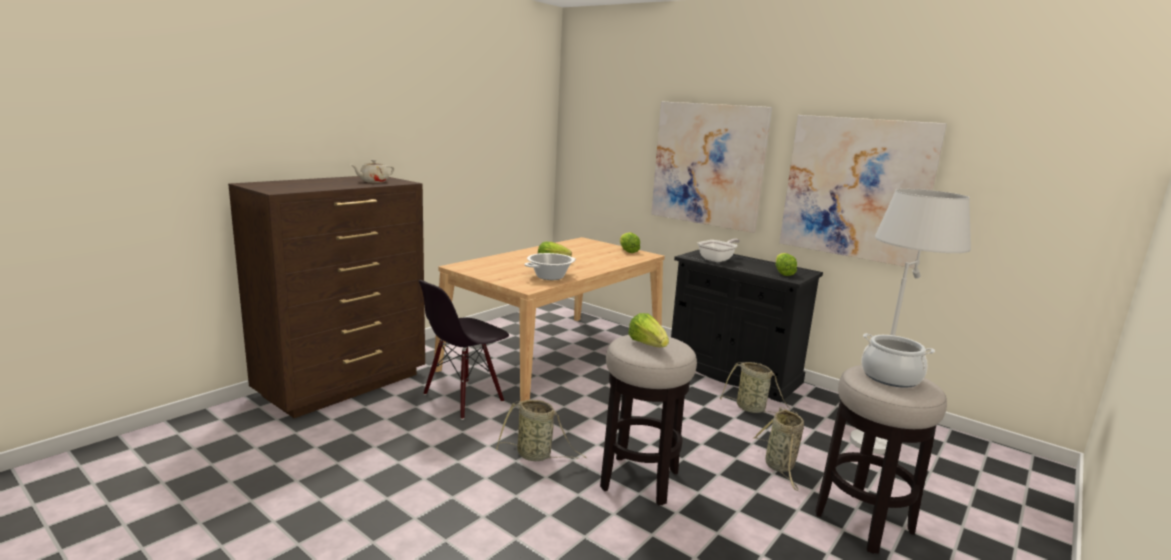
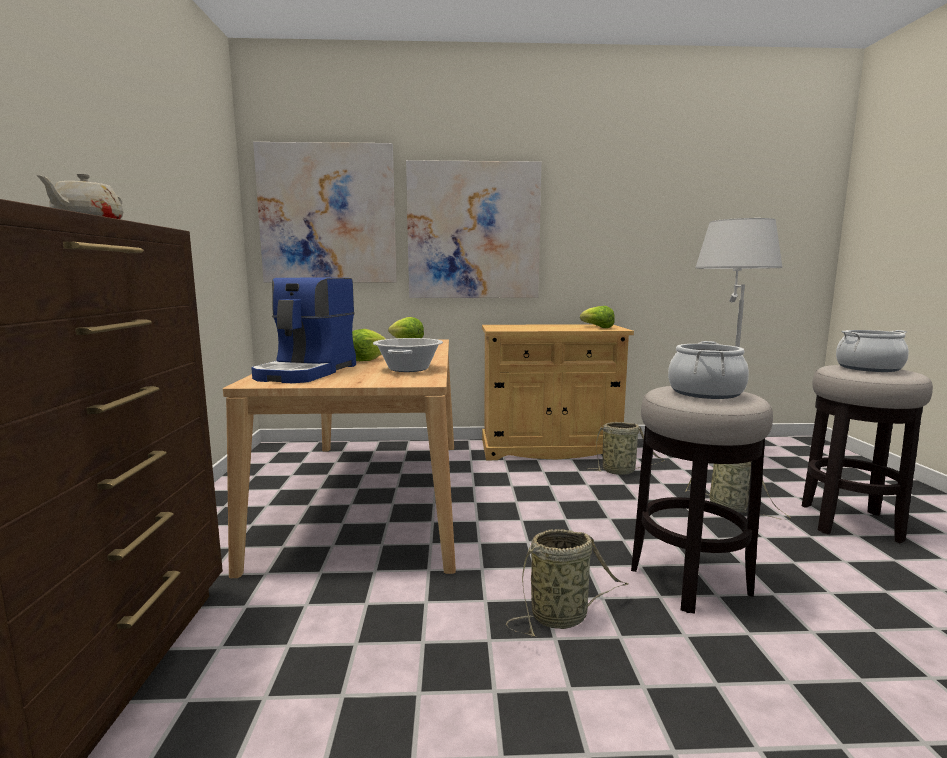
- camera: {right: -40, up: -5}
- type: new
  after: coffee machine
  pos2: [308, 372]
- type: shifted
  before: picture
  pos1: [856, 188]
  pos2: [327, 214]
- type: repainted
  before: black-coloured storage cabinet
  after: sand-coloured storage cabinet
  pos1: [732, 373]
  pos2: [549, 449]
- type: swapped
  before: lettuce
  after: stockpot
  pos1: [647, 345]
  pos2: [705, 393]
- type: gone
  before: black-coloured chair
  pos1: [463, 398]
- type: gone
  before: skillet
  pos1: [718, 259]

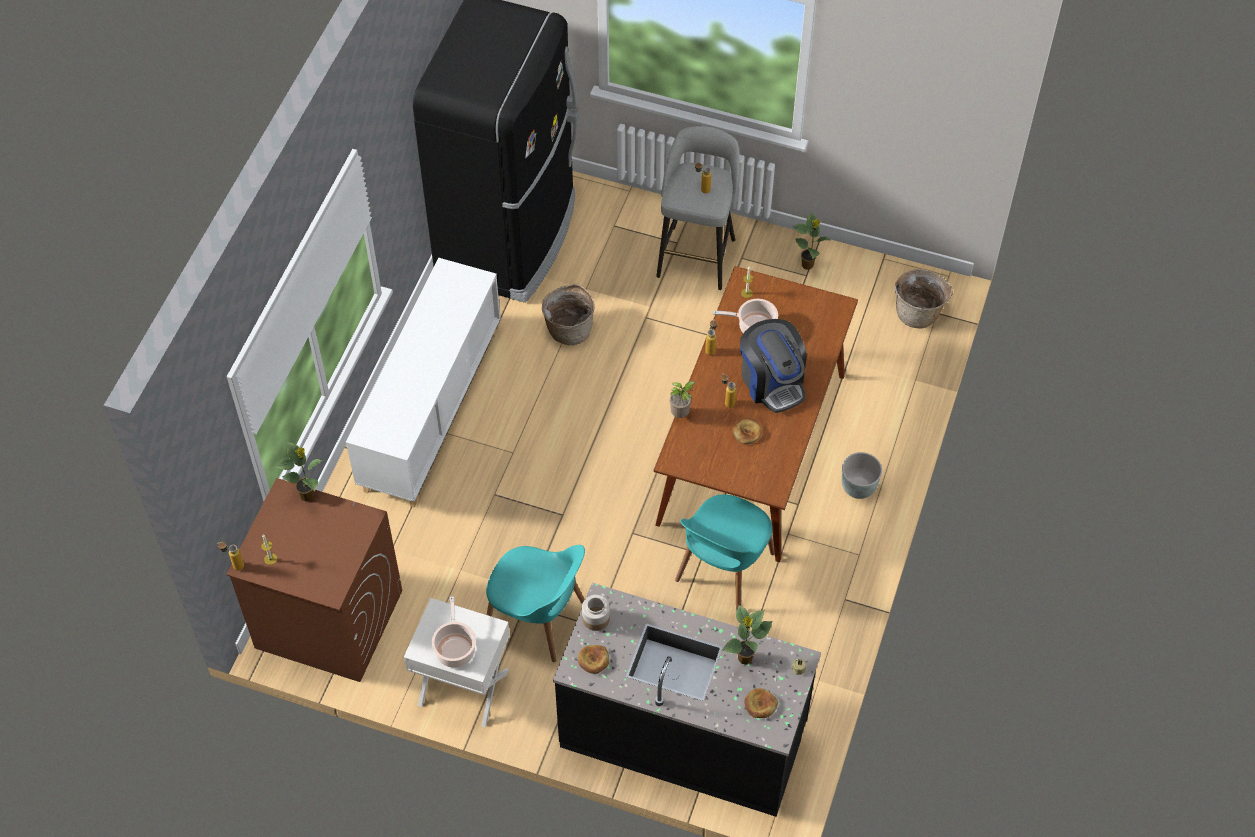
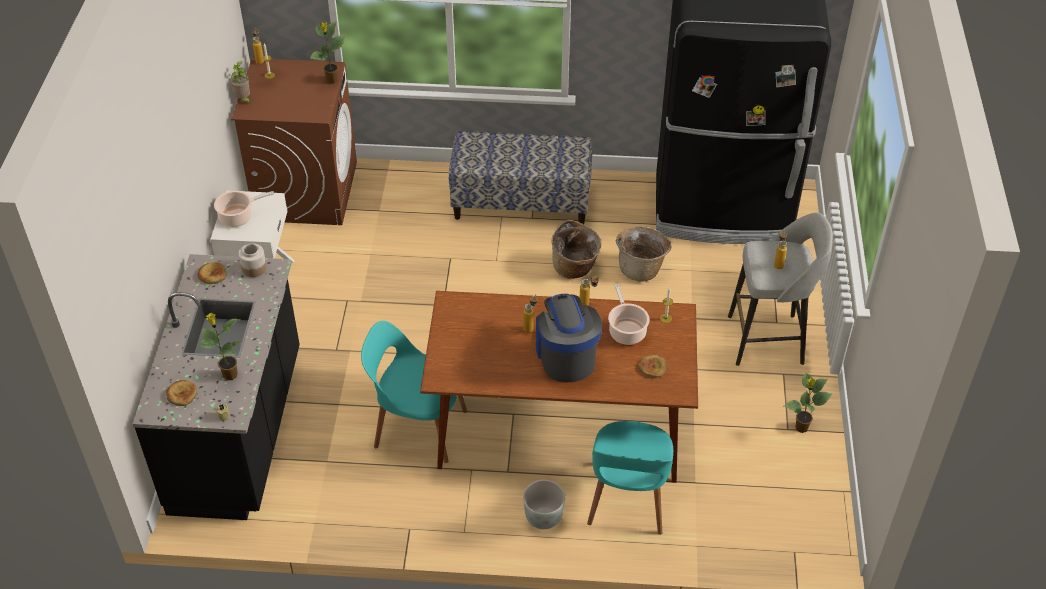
- camera: {right: 75, up: -10}
- type: shifted
  before: potted plant
  pos1: [681, 414]
  pos2: [243, 100]
- type: swapped
  before: whitish storage cabinet
  after: indoor bench
  pos1: [431, 409]
  pos2: [521, 203]
- type: rotated
  before: coffee machine
  pos1: [772, 381]
  pos2: [566, 356]
  turn: 120
- type: shifted
  before: household basket
  pos1: [918, 312]
  pos2: [575, 268]
- type: shifted
  before: blue-green chair
  pos1: [537, 619]
  pos2: [627, 499]
- type: shifted
  before: baked bread
  pos1: [747, 432]
  pos2: [653, 367]

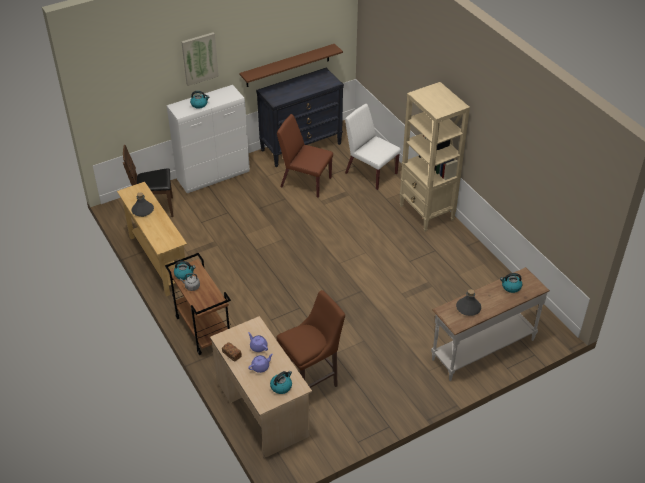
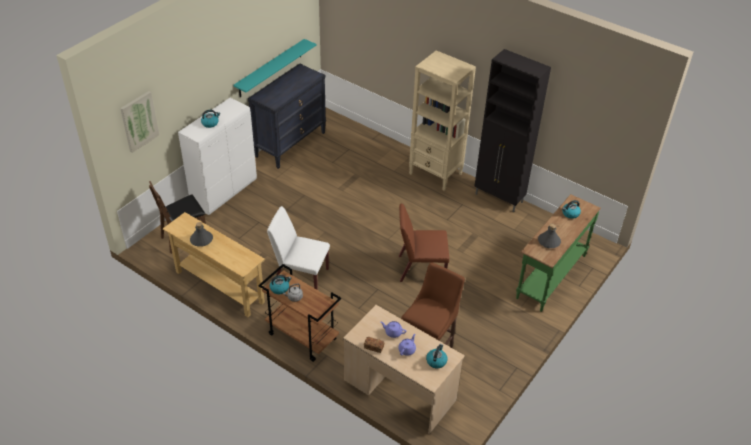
- camera: {right: -25, up: 0}
- type: shifted
  before: picture
  pos1: [199, 58]
  pos2: [139, 121]
- type: repainted
  before: brown bracket shelf
  after: blue-green bracket shelf
  pos1: [288, 65]
  pos2: [270, 68]
- type: shifted
  before: whitish chair
  pos1: [370, 173]
  pos2: [300, 276]
- type: shifted
  before: brown chair
  pos1: [305, 182]
  pos2: [420, 269]
- type: new
  after: black-coloured storage cabinet
  pos2: [499, 198]
- type: repainted
  before: whitish hall table
  after: green-coloured hall table
  pos1: [482, 349]
  pos2: [550, 276]

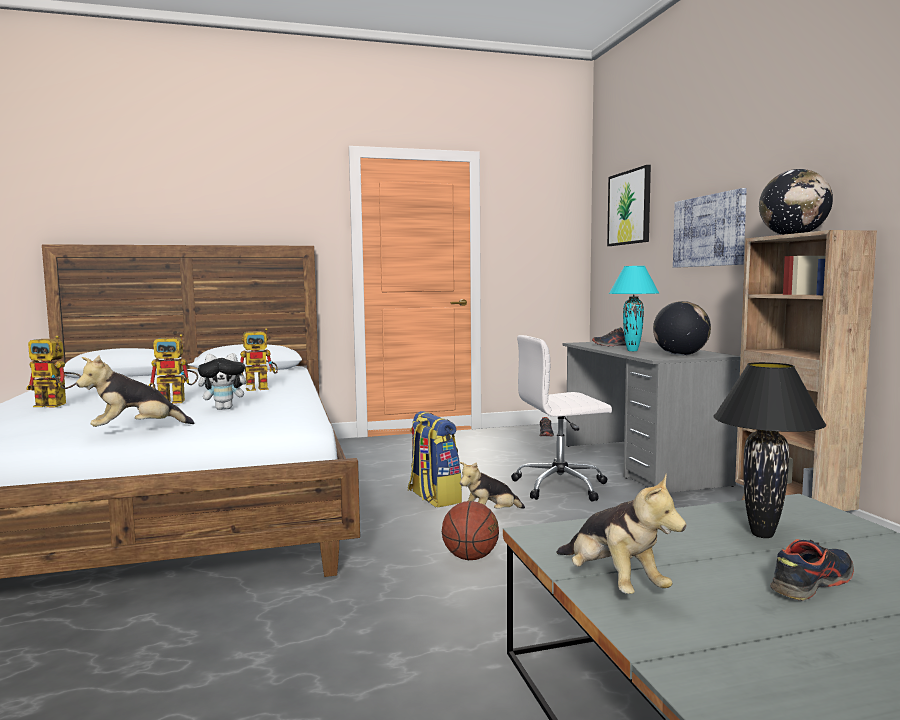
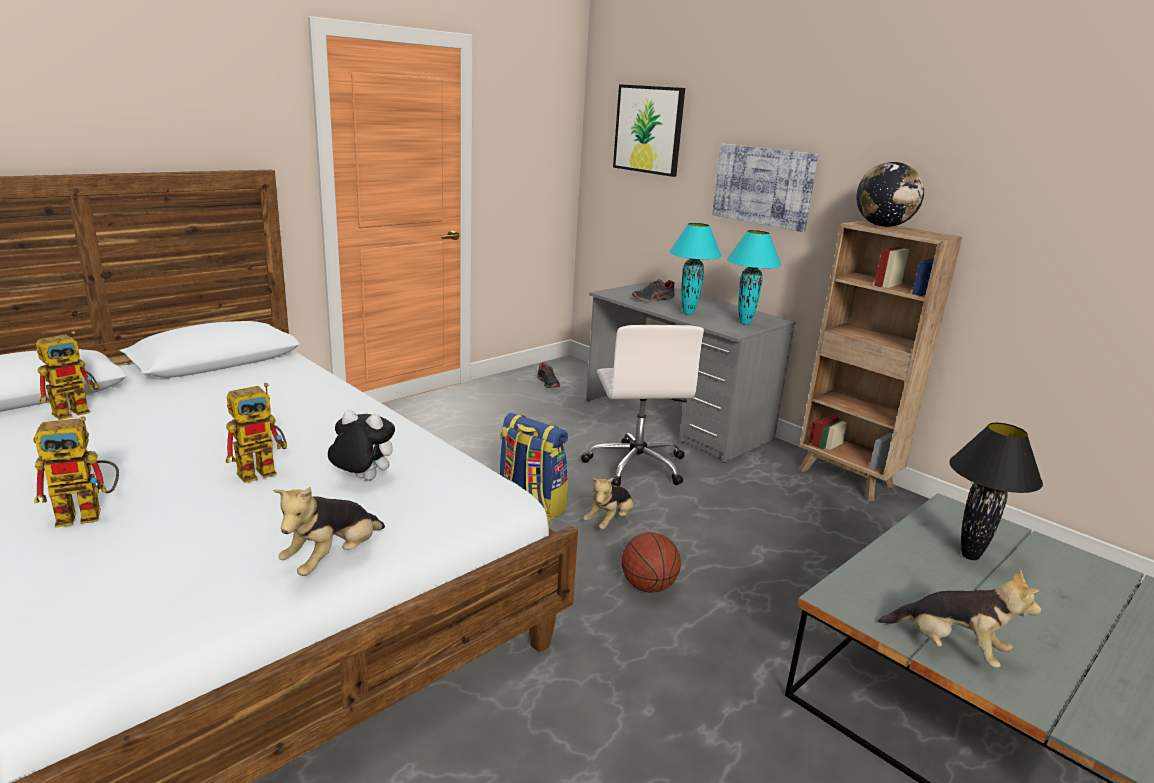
- camera: {right: -30, up: 15}
- type: shifted
  before: model robot
  pos1: [262, 388]
  pos2: [78, 410]
- type: rotated
  before: plush toy
  pos1: [225, 408]
  pos2: [362, 479]
  turn: -120
- type: rotated
  before: whitish computer chair
  pos1: [561, 486]
  pos2: [636, 465]
  turn: -60
- type: swapped
  before: globe
  after: blue-green lamp for a table
  pos1: [680, 355]
  pos2: [744, 323]
- type: gone
  before: low shoe
  pos1: [810, 583]

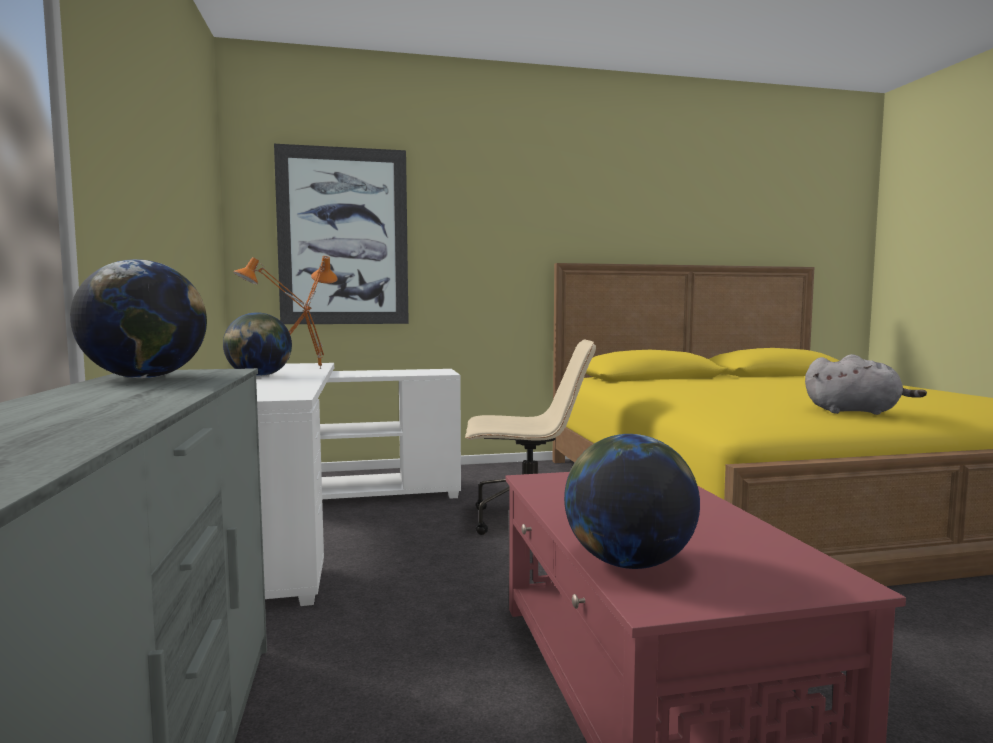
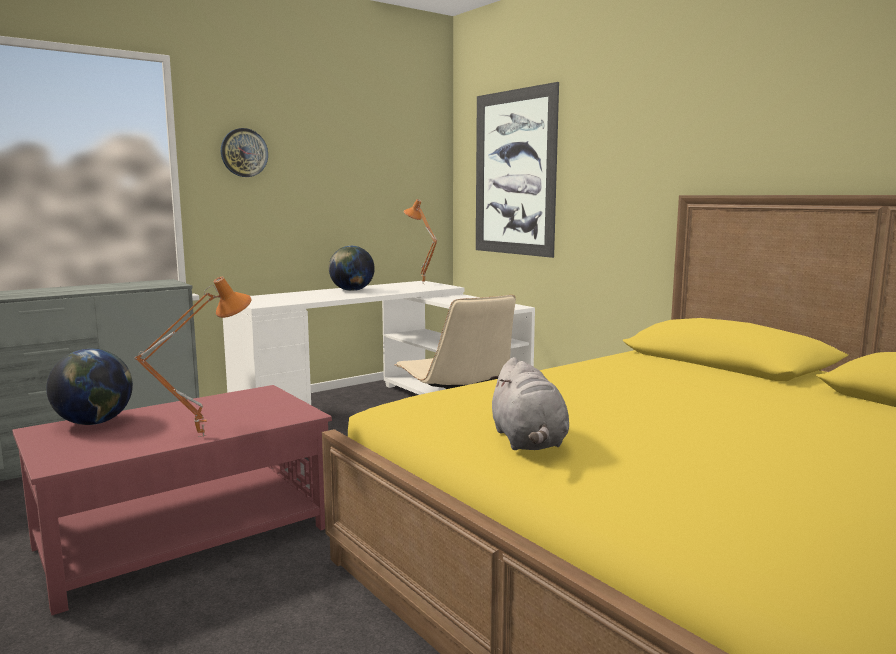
- camera: {right: 65, up: 5}
- type: shifted
  before: orange-coloured lamp for a table
  pos1: [318, 368]
  pos2: [202, 435]
- type: new
  after: wall clock
  pos2: [244, 152]
- type: gone
  before: globe
  pos1: [144, 378]

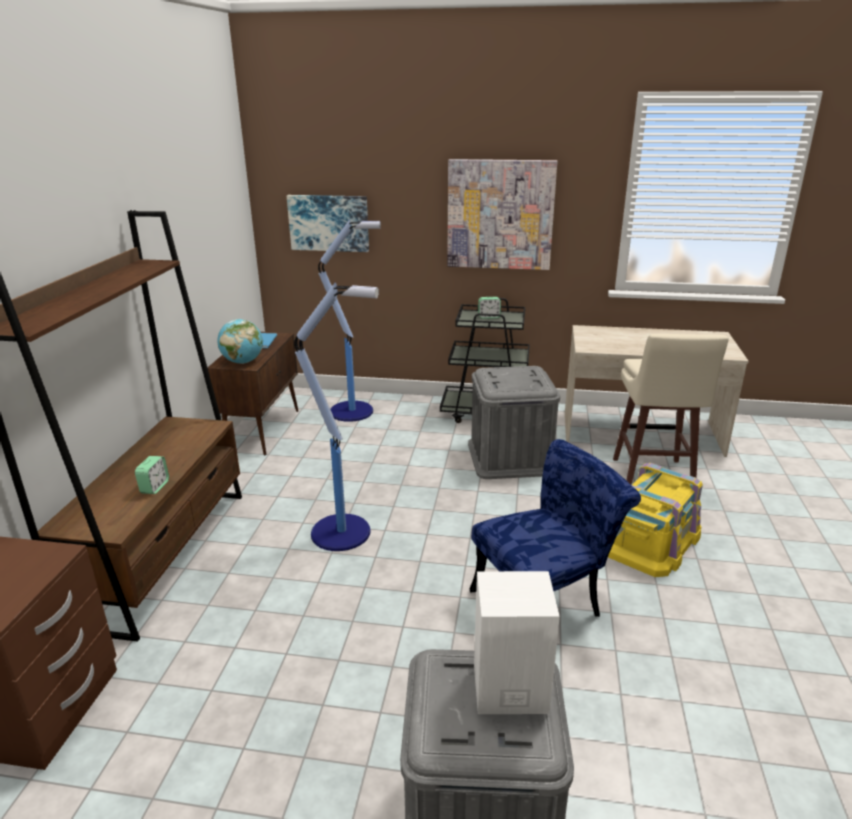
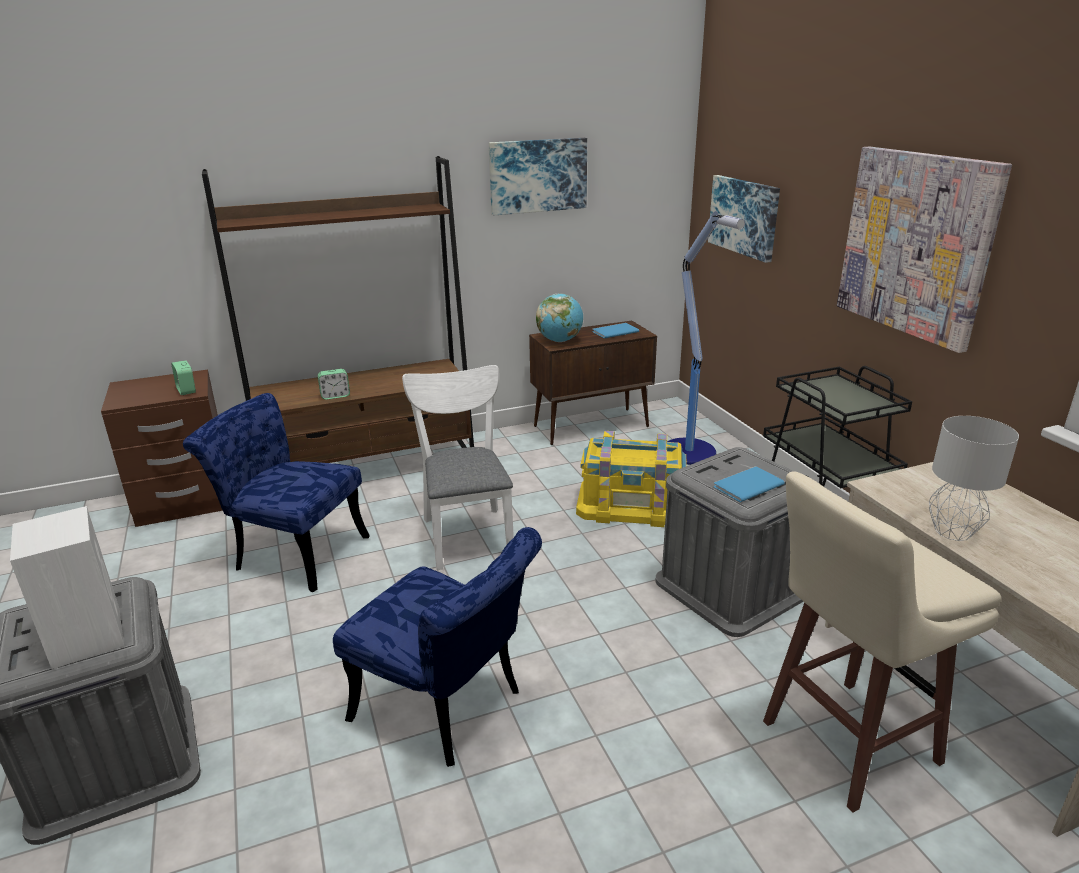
- camera: {right: 60, up: 0}
- type: shifted
  before: bedside clock
  pos1: [489, 317]
  pos2: [186, 390]
- type: new
  after: bluish chair
  pos2: [293, 552]
- type: swapped
  before: standing lamp
  after: whitish chair
  pos1: [343, 532]
  pos2: [466, 532]
- type: new
  after: picture
  pos2: [537, 175]
- type: shifted
  before: yellowish storage box
  pos1: [650, 539]
  pos2: [632, 504]
- type: new
  after: bluish bound book
  pos2: [746, 485]
- type: new
  after: greyish lamp for a table
  pos2: [952, 532]

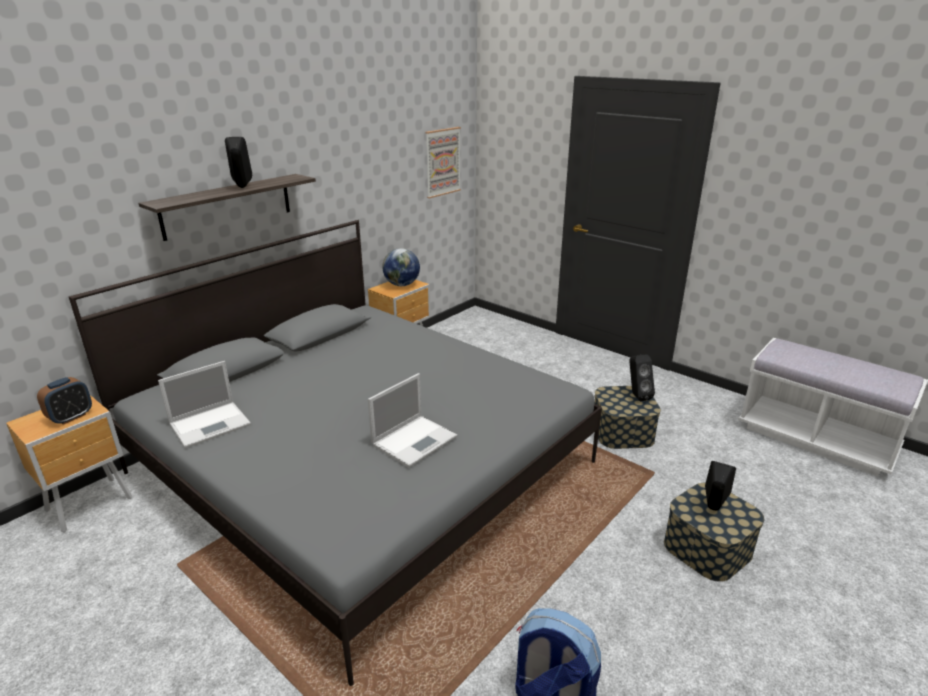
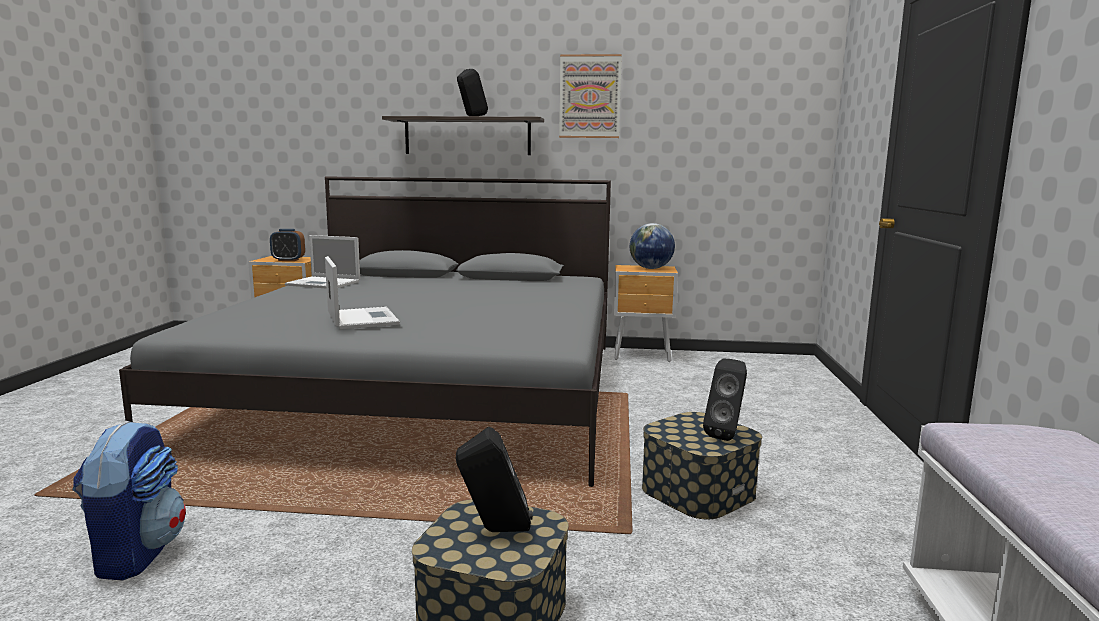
- camera: {right: 55, up: -15}
- type: rotated
  before: notebook computer
  pos1: [415, 440]
  pos2: [362, 319]
  turn: -120
- type: shifted
  before: picture
  pos1: [442, 162]
  pos2: [590, 96]

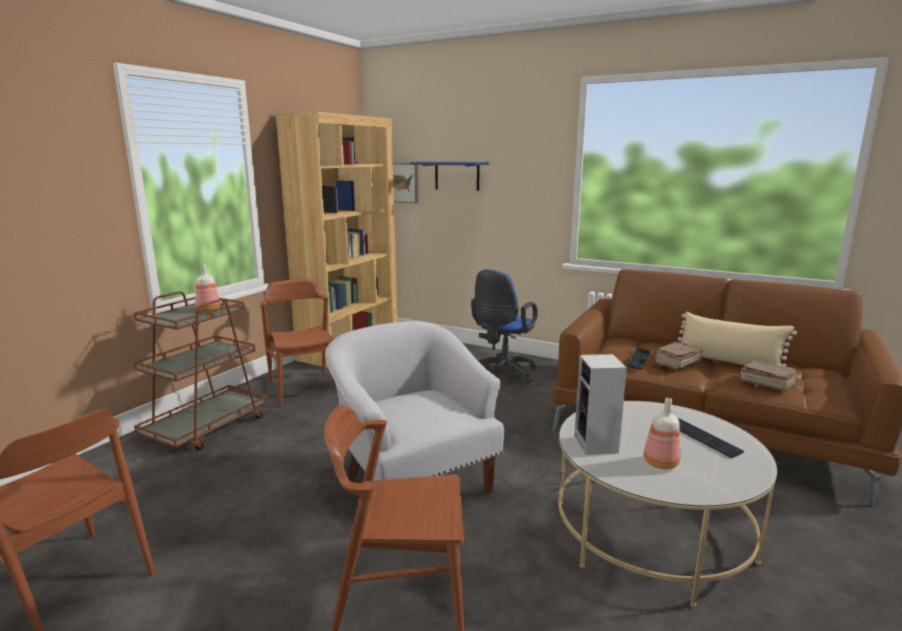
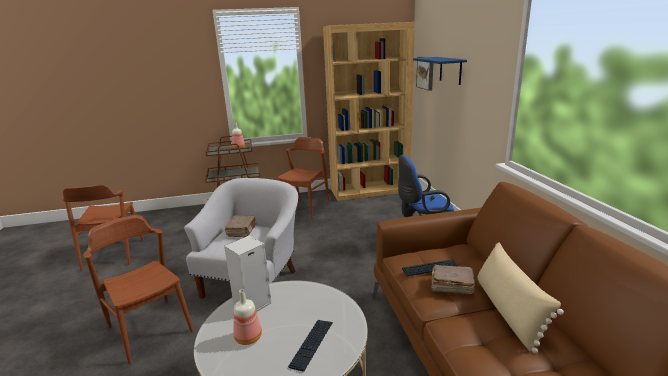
- camera: {right: 50, up: 5}
- type: shifted
  before: brown bound book
  pos1: [766, 383]
  pos2: [242, 231]

